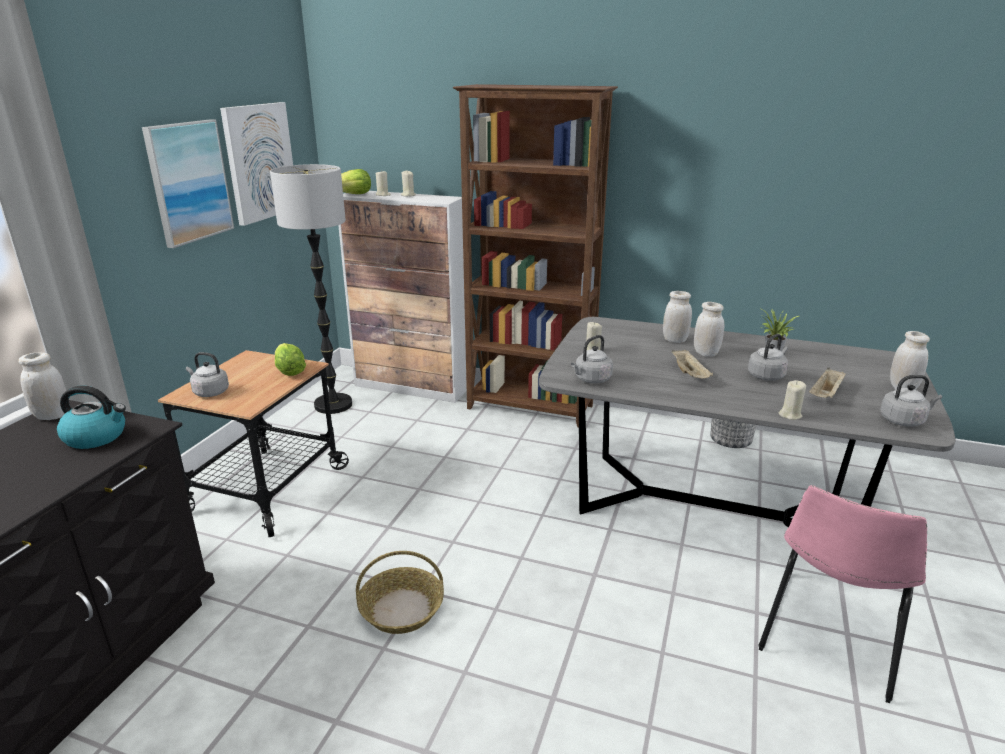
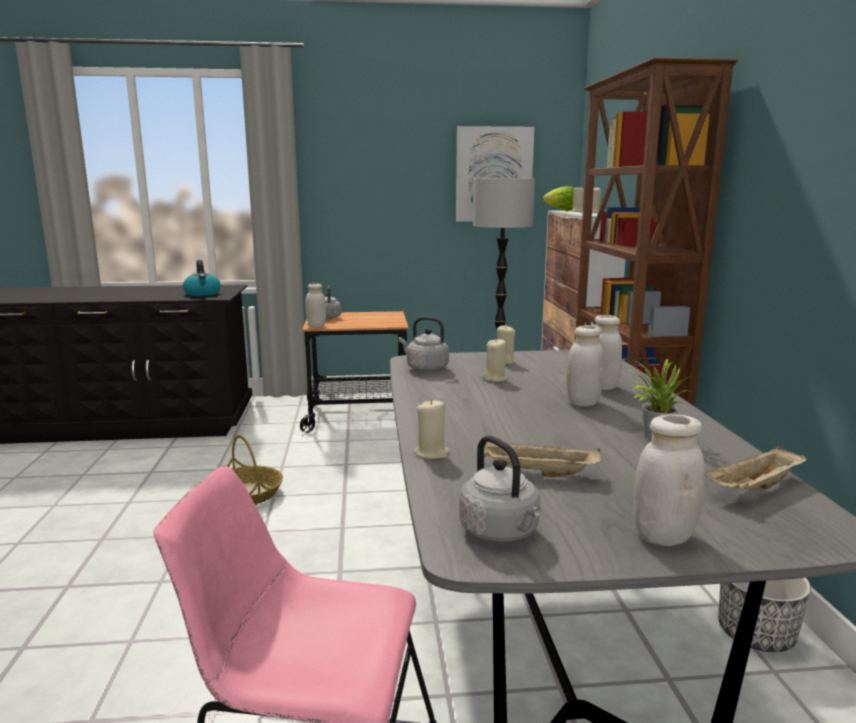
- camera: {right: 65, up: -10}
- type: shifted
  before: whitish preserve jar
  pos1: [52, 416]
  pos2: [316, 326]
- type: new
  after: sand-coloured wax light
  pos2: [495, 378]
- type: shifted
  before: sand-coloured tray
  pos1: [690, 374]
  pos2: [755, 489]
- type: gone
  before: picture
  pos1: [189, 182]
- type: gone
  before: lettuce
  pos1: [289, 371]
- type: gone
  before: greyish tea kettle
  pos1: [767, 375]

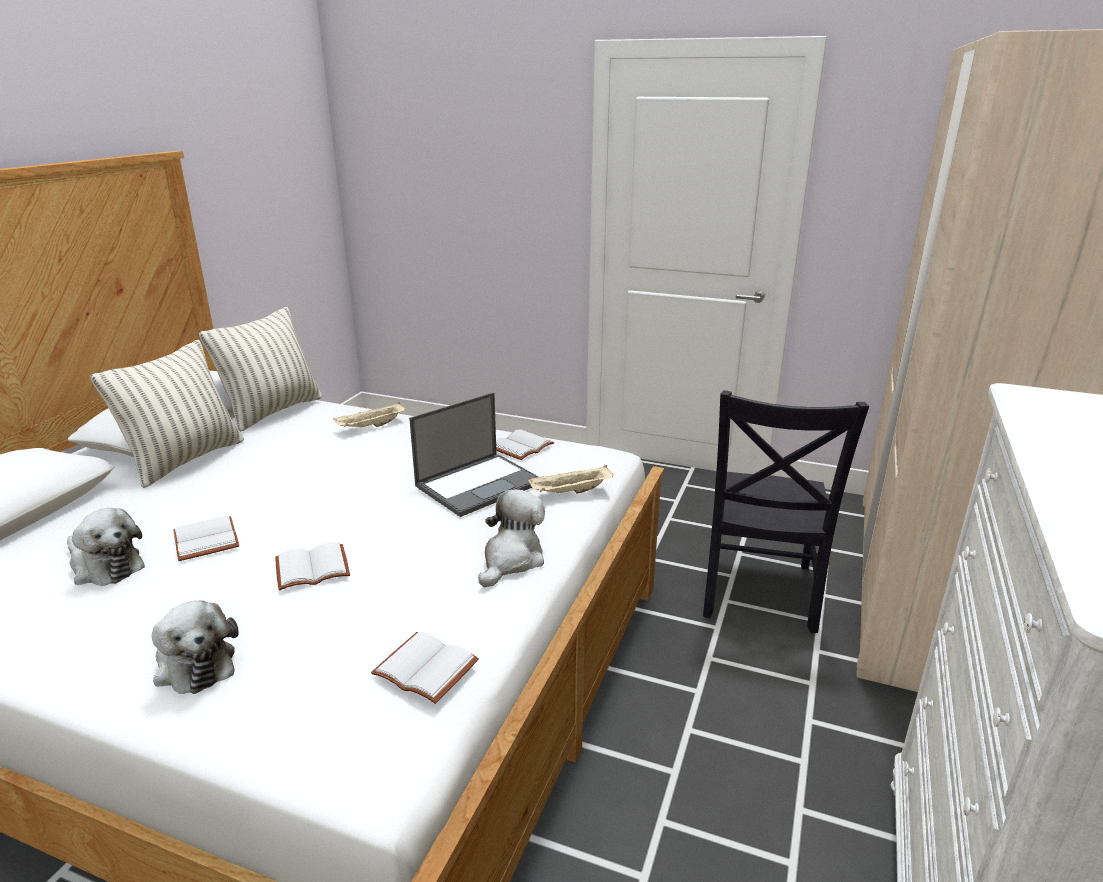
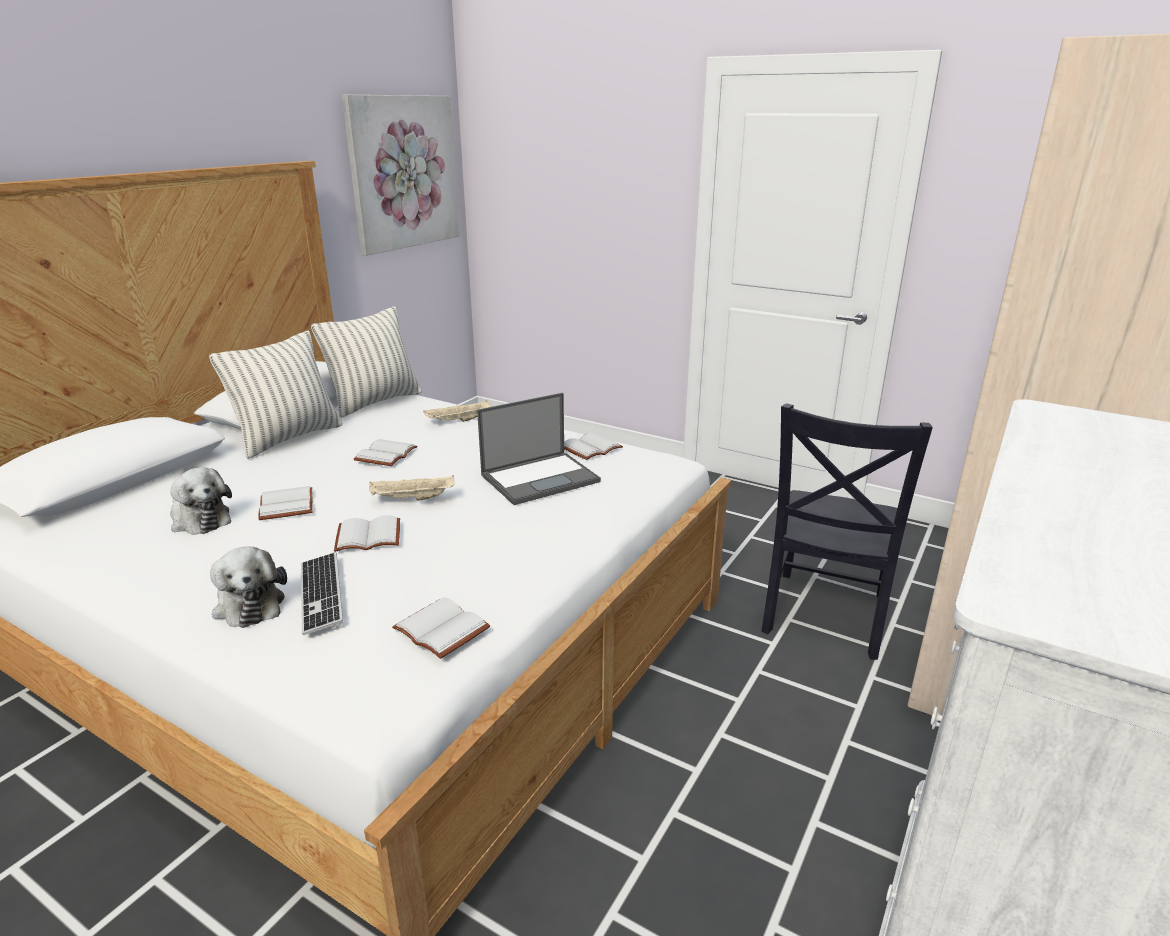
- camera: {right: 10, up: 0}
- type: new
  after: PC keyboard
  pos2: [321, 594]
- type: new
  after: picture
  pos2: [403, 173]
- type: new
  after: whitish bound book
  pos2: [387, 455]
- type: shifted
  before: sand-coloured tray
  pos1: [570, 492]
  pos2: [412, 499]
- type: gone
  before: plush toy
  pos1: [511, 559]

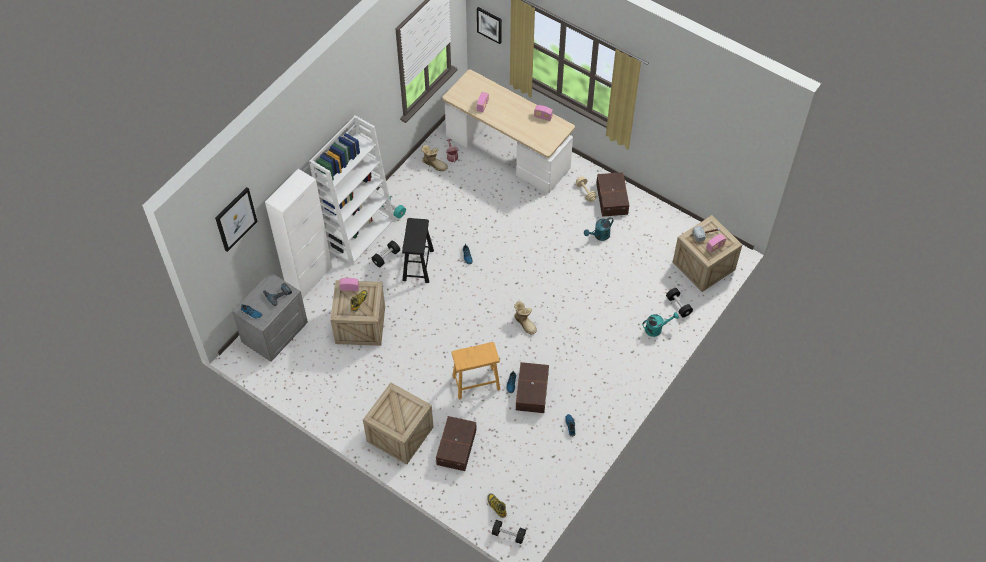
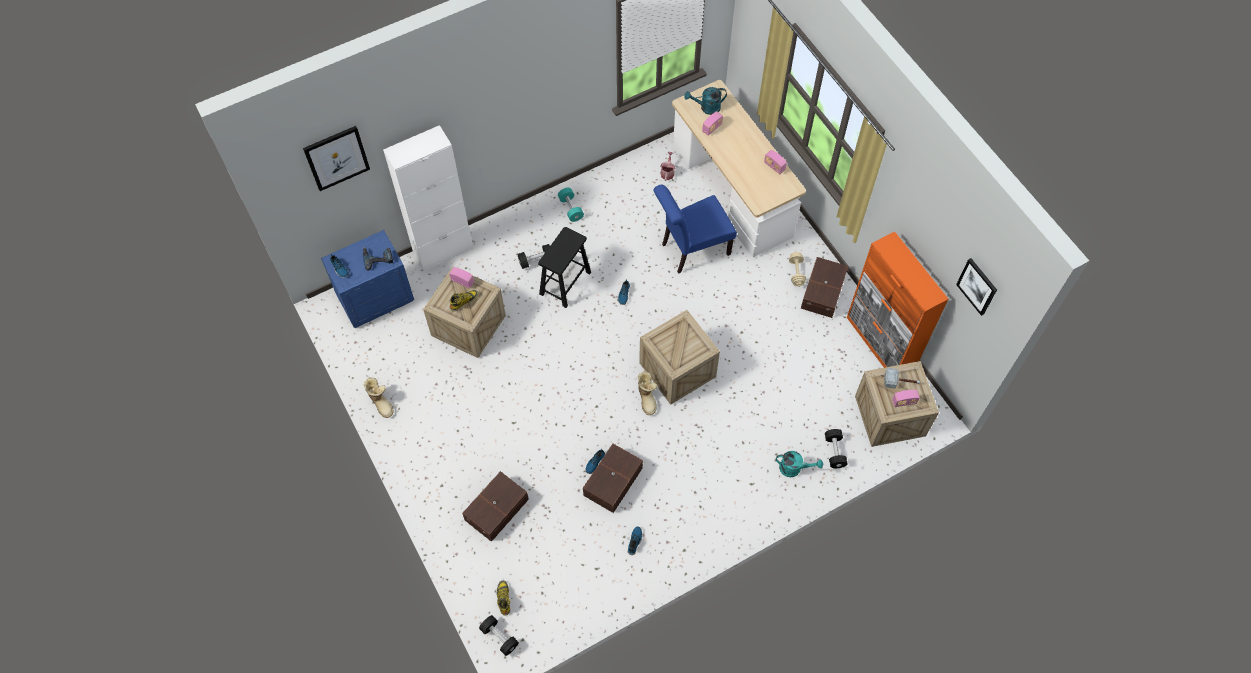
- camera: {right: 25, up: 5}
- type: repainted
  before: greyish nightstand
  after: bluish nightstand
  pos1: [274, 333]
  pos2: [375, 298]
- type: shifted
  before: boot
  pos1: [434, 164]
  pos2: [381, 402]
- type: shifted
  before: shipping crate
  pos1: [400, 434]
  pos2: [677, 370]
- type: new
  after: bluish chair
  pos2: [691, 250]
- type: shifted
  before: blue-green watering pot
  pos1: [599, 236]
  pos2: [706, 108]
- type: new
  after: orange-coloured storage cabinet
  pos2: [880, 343]
- type: shifted
  before: picture
  pos1: [489, 25]
  pos2: [977, 286]
- type: gone
  before: whitish shelving unit
  pos1: [360, 234]
- type: gone
  before: brown stool
  pos1: [476, 382]

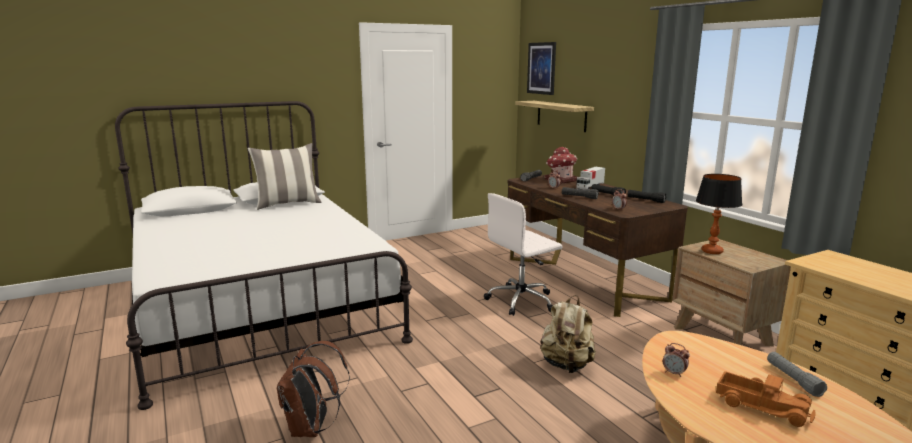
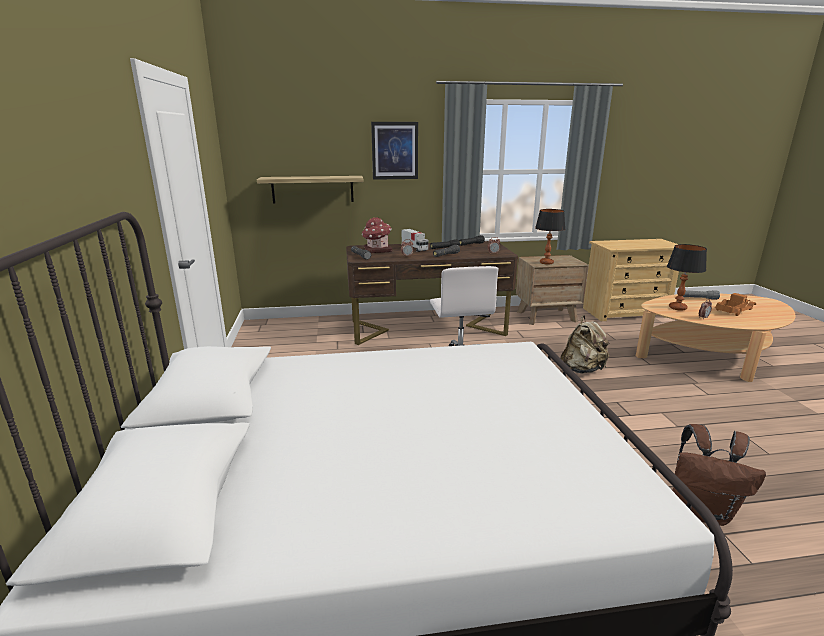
- camera: {right: -70, up: 5}
- type: shifted
  before: picture
  pos1: [541, 68]
  pos2: [395, 151]
- type: new
  after: lamp for a table
  pos2: [677, 308]
- type: gone
  before: pillow
  pos1: [287, 204]

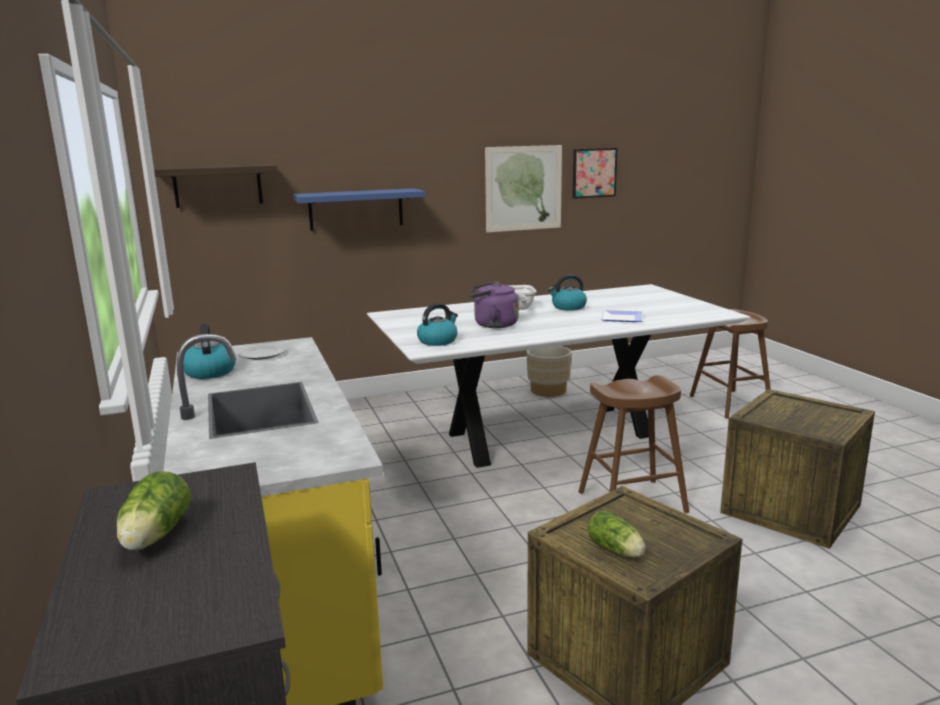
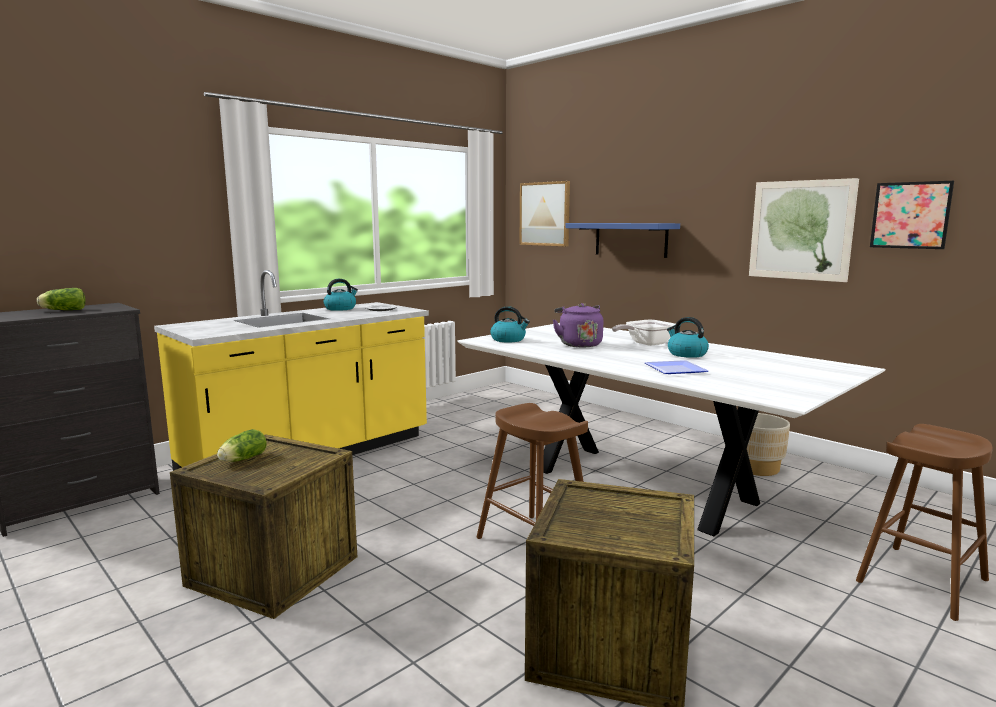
- camera: {right: 65, up: -5}
- type: swapped
  before: bracket shelf
  after: picture
  pos1: [218, 186]
  pos2: [545, 214]

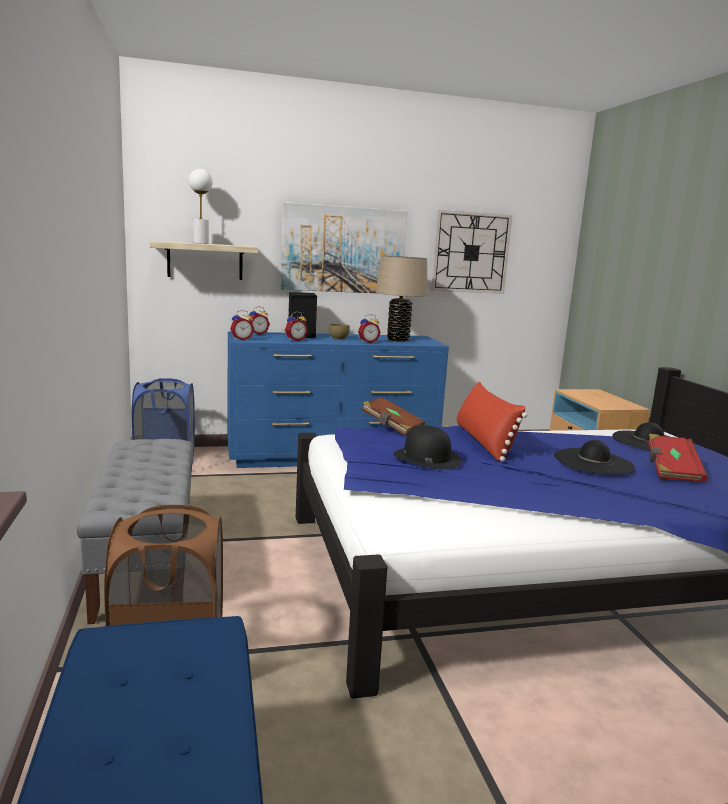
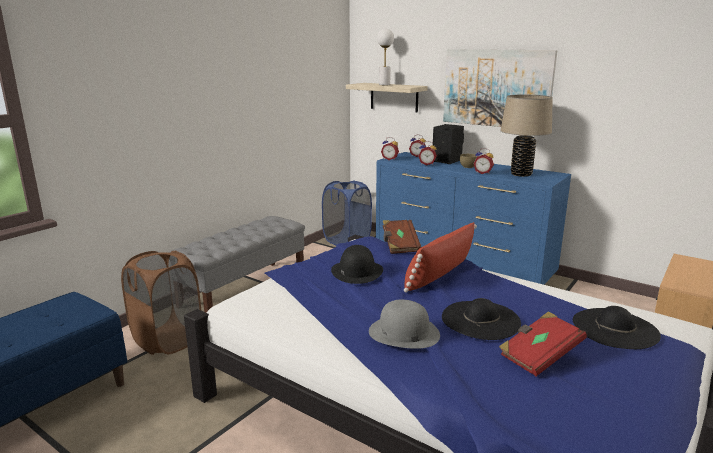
- camera: {right: 50, up: 5}
- type: new
  after: greyish clothing hat
  pos2: [403, 332]
- type: gone
  before: wall clock
  pos1: [471, 252]

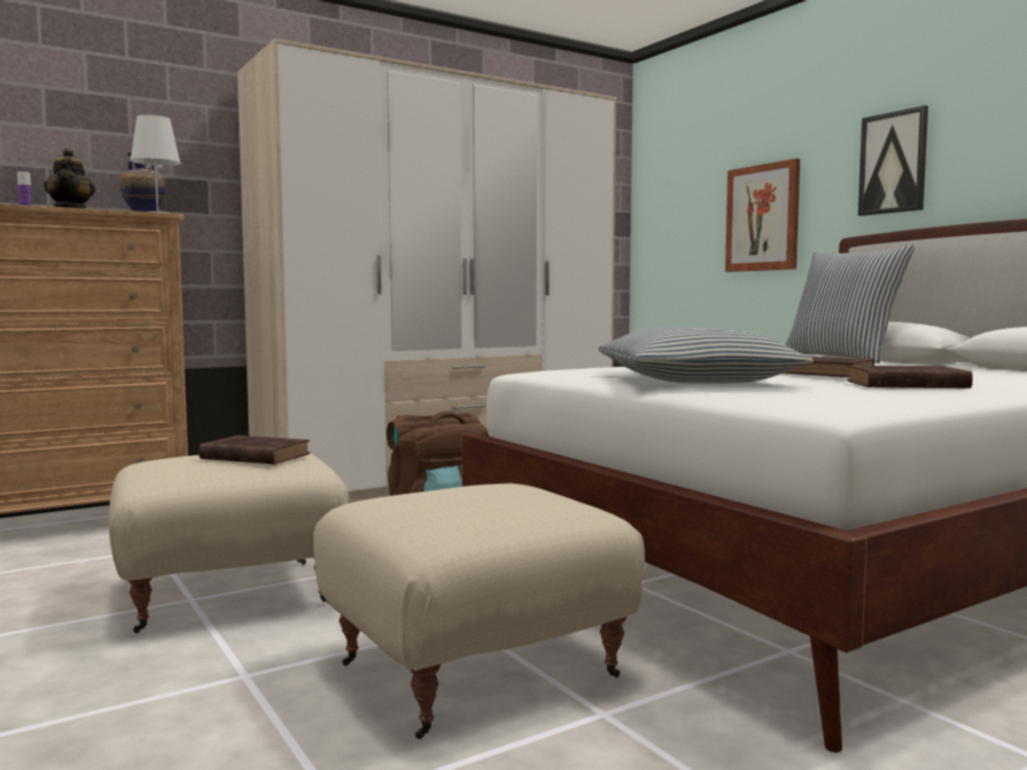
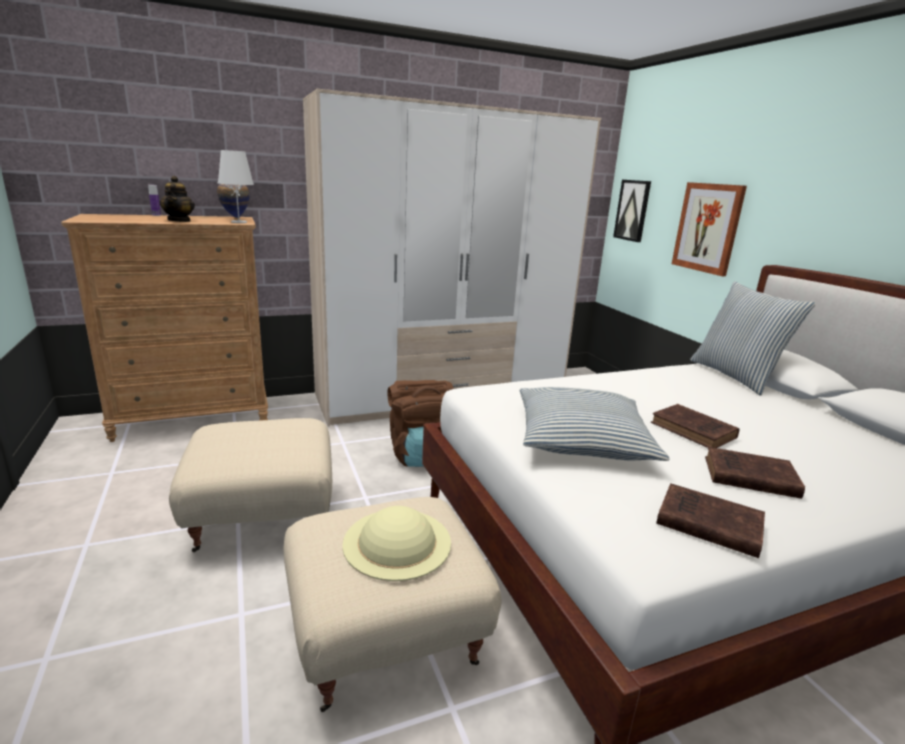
- camera: {right: 10, up: 15}
- type: new
  after: sand-coloured clothing hat
  pos2: [397, 542]
- type: shifted
  before: picture
  pos1: [893, 163]
  pos2: [632, 210]
- type: shifted
  before: brown bound book
  pos1: [253, 456]
  pos2: [705, 523]

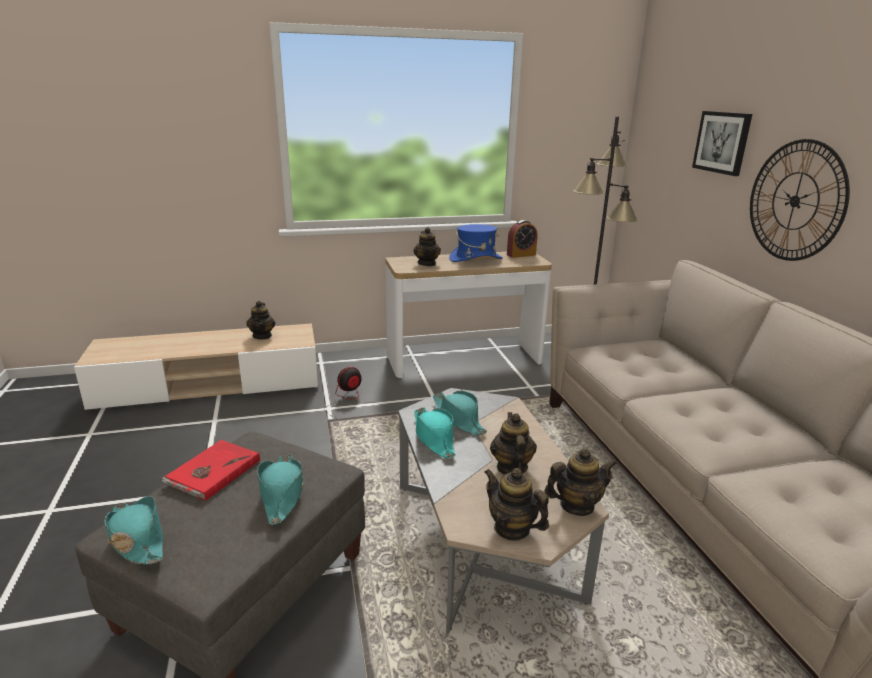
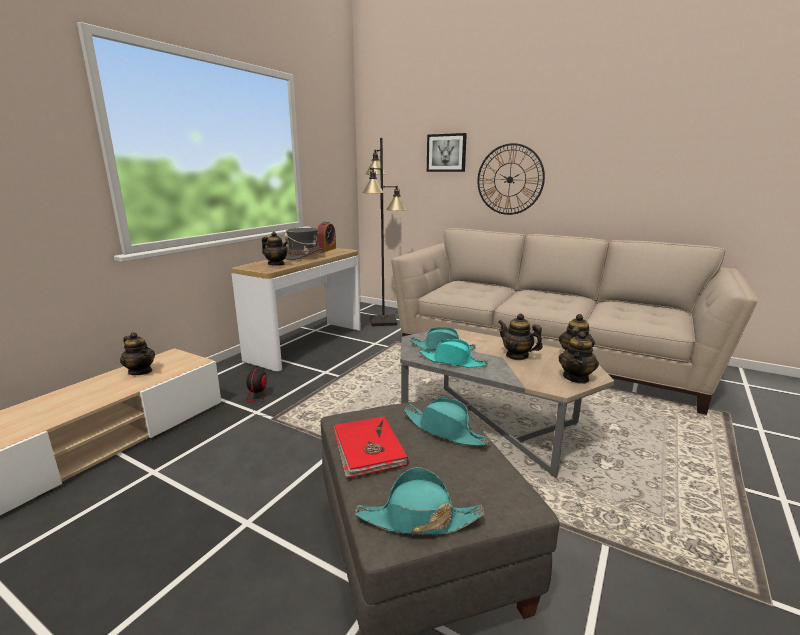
- camera: {right: -45, up: -5}
- type: repainted
  before: bluish clothing hat
  after: greyish clothing hat
  pos1: [475, 259]
  pos2: [304, 256]
- type: rotated
  before: tea pot
  pos1: [512, 528]
  pos2: [576, 378]
  turn: -60

